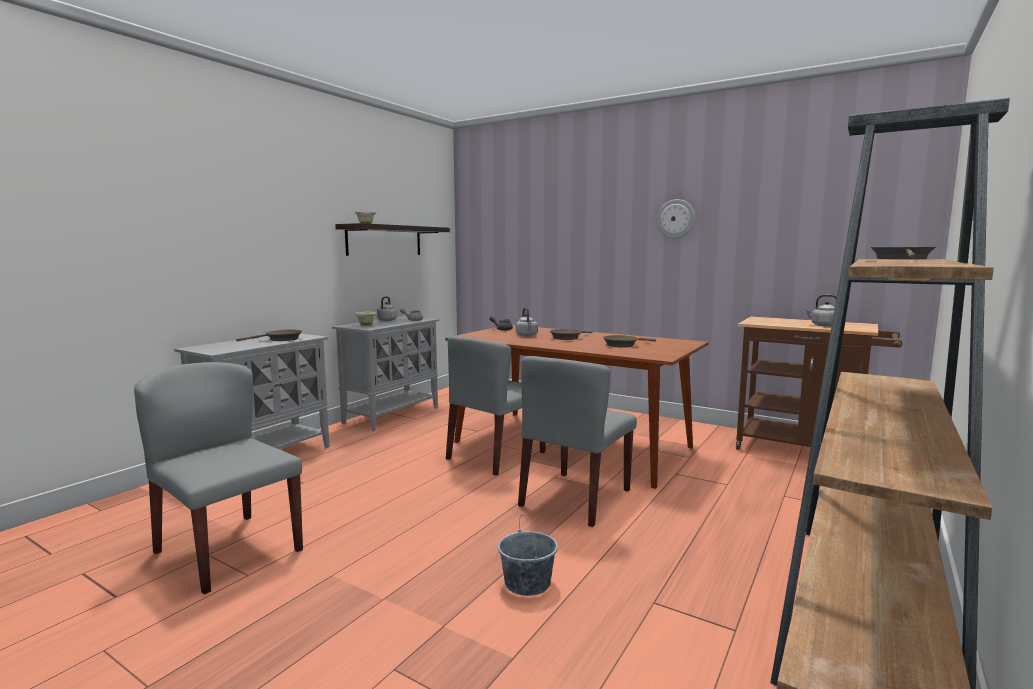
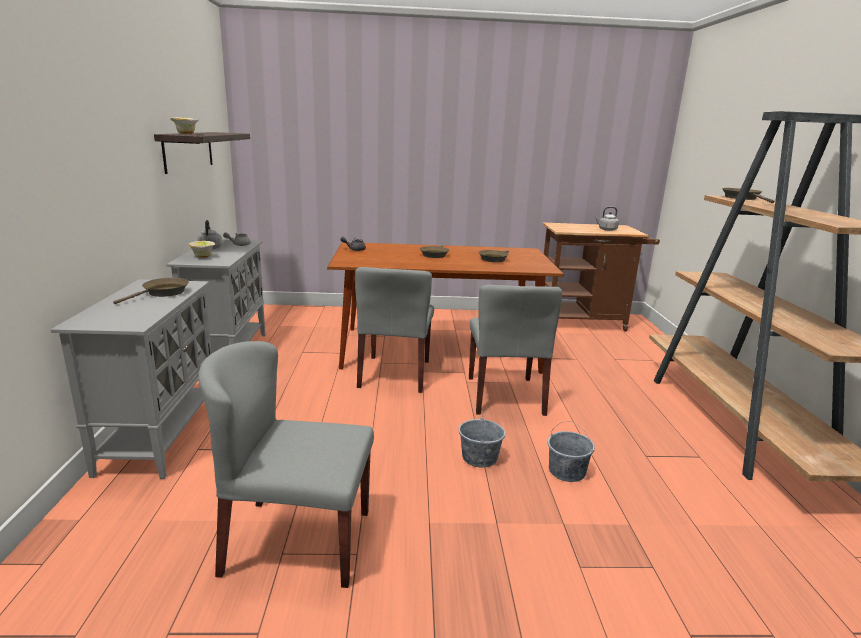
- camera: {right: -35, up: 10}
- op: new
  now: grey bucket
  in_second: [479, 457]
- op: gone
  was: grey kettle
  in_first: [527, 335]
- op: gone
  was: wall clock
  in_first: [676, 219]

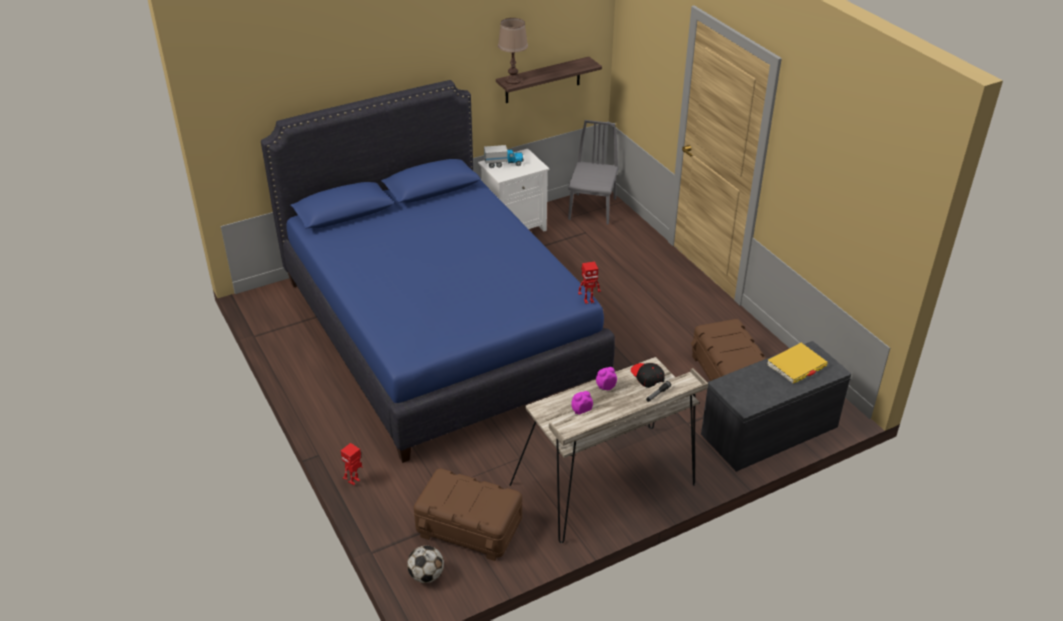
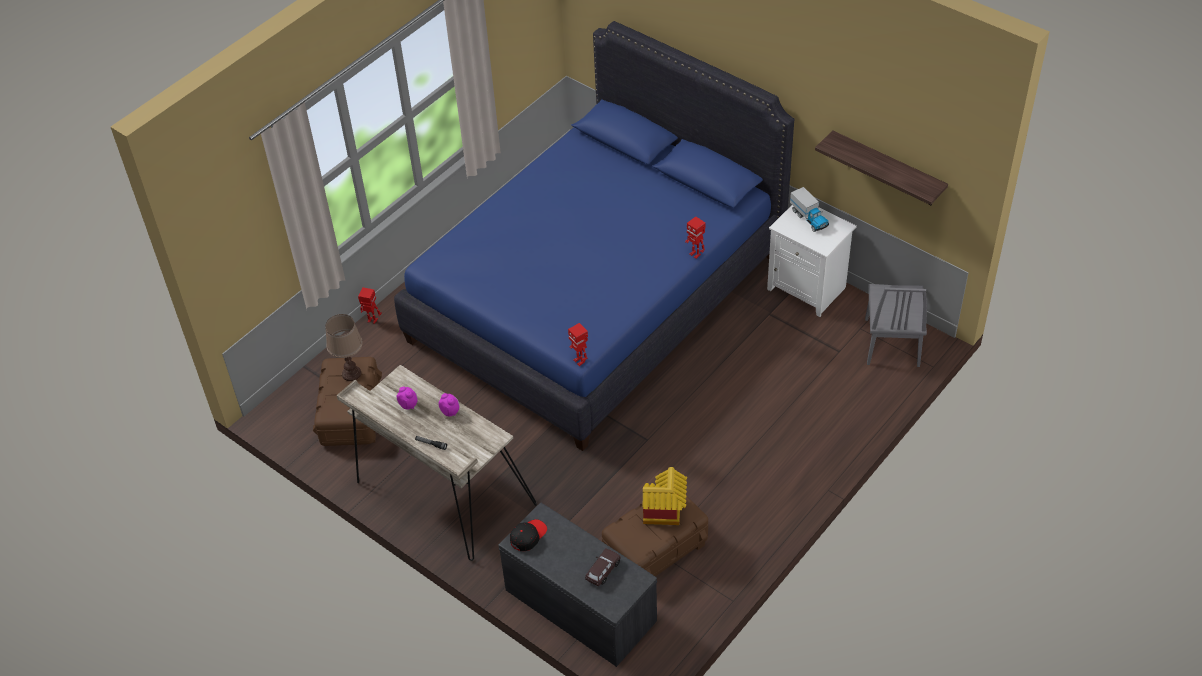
- camera: {right: 70, up: 10}
- op: shifted
  was: brown table lamp
  in_first: [513, 80]
  in_second: [352, 373]
- op: shifted
  was: black cap
  in_first: [647, 377]
  in_second: [528, 536]
- op: swapped
  was: yellow book
  now: brown toy car
  in_first: [796, 365]
  in_second: [603, 571]
- op: new
  now: toy house
  in_second: [665, 514]
- op: new
  now: toy robot
  in_second: [695, 254]
- op: rotated
  was: grey chair
  in_first: [592, 209]
  in_second: [892, 342]
  clockwise: 105
- op: gone
  was: football
  in_first: [426, 575]

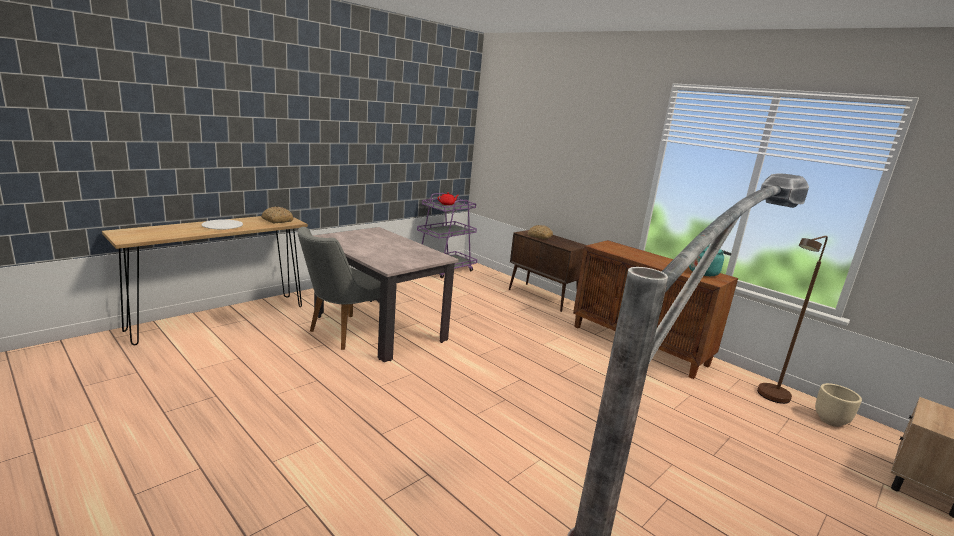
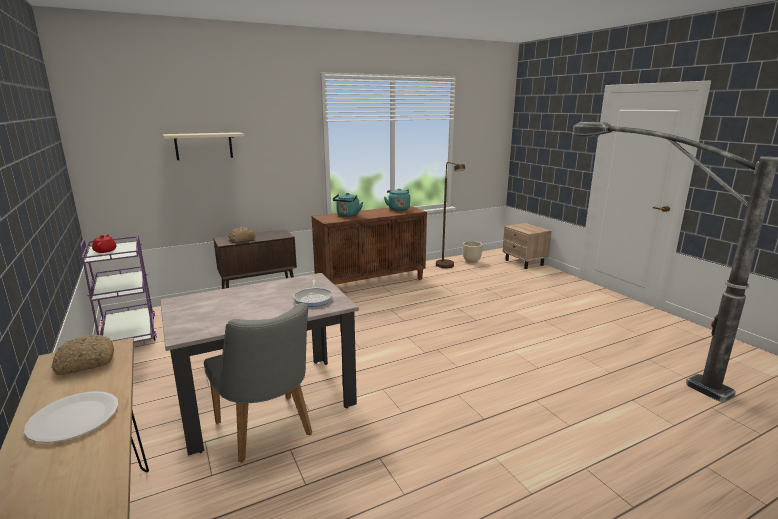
- camera: {right: -70, up: 0}
- op: new
  now: beige shelf
  in_second: [204, 146]
- op: new
  now: frying pan
  in_second: [313, 299]
- op: new
  now: turquoise kettle
  in_second: [347, 215]

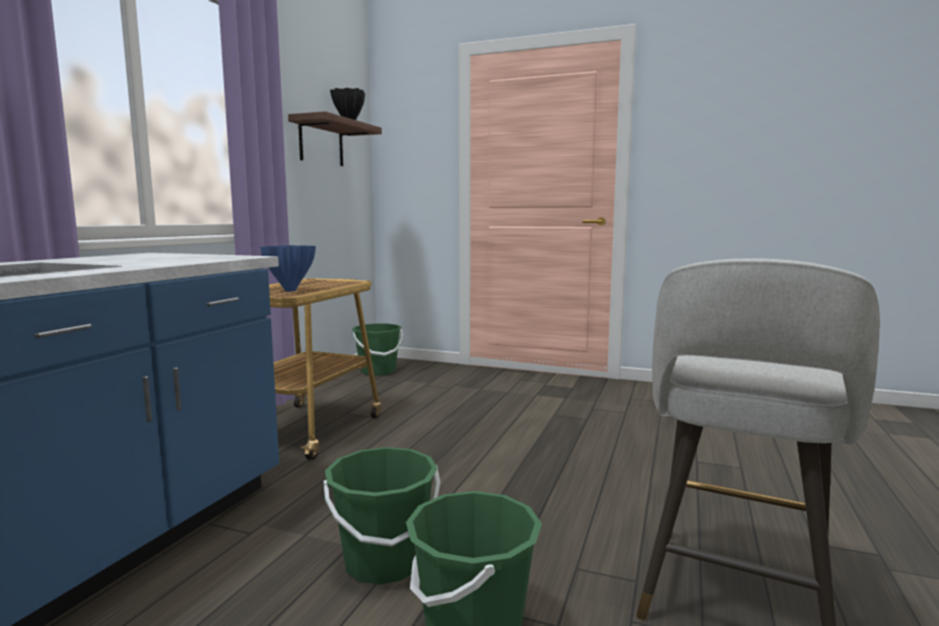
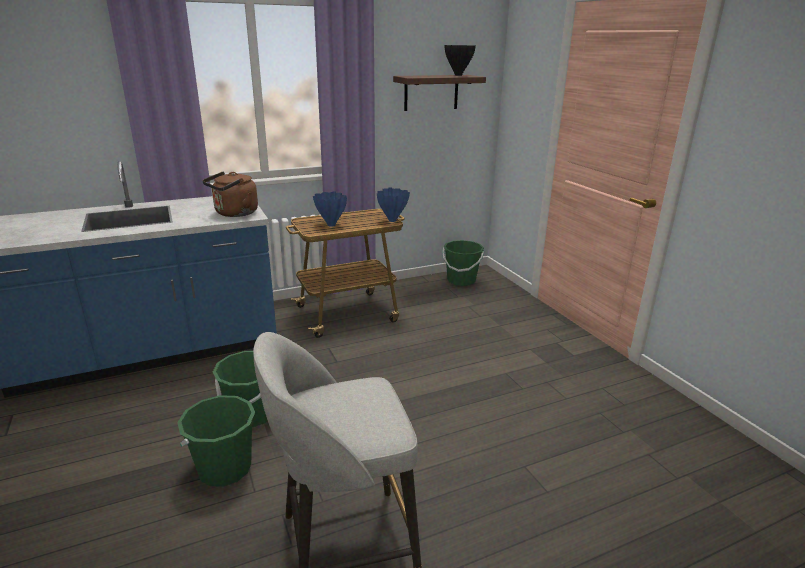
- camera: {right: 45, up: 15}
- op: new
  now: brown kettle
  in_second: [234, 214]
- op: new
  now: blue vase
  in_second: [392, 221]

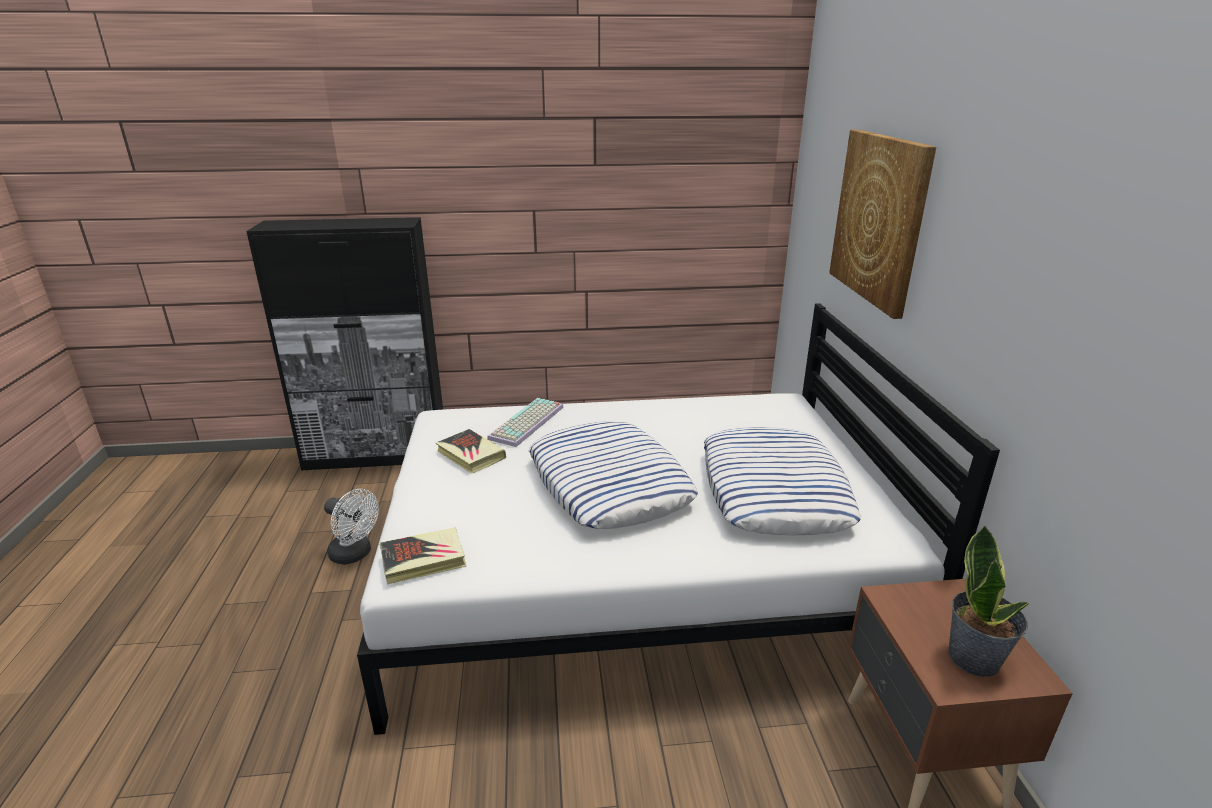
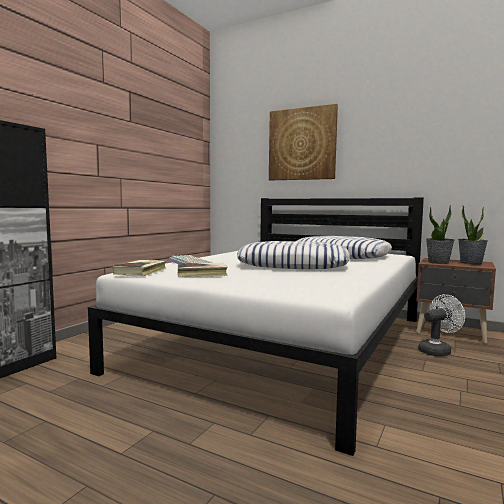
- camera: {right: -55, up: -20}
- op: shifted
  was: book
  in_first: [423, 560]
  in_second: [141, 272]
- op: shifted
  was: white fan
  in_first: [355, 554]
  in_second: [437, 350]
- op: new
  now: potted plant
  in_second: [438, 262]

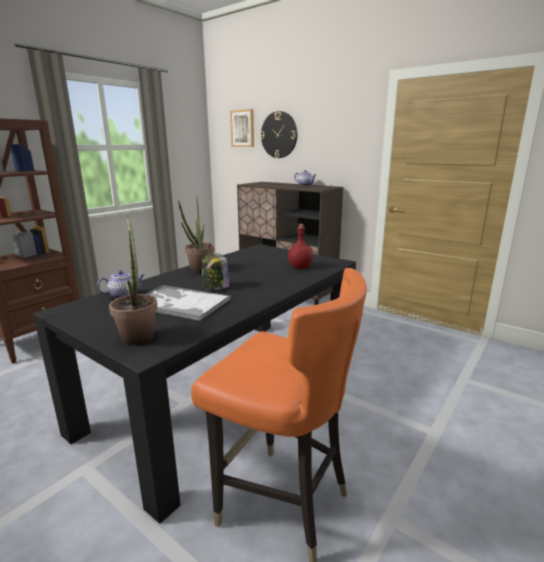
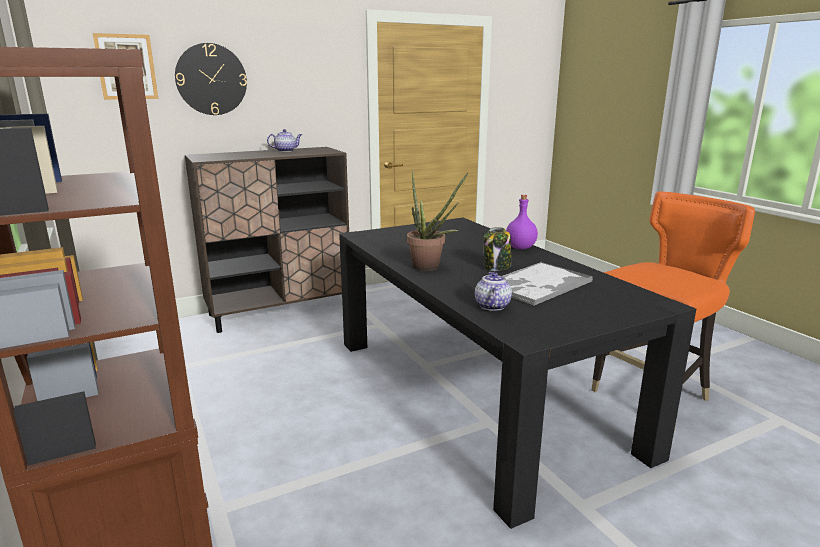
- camera: {right: -65, up: 0}
- op: new
  now: purple bottle
  in_second: [520, 247]
- op: gone
  was: potted plant
  in_first: [138, 334]
- op: gone
  was: red bottle
  in_first: [300, 267]

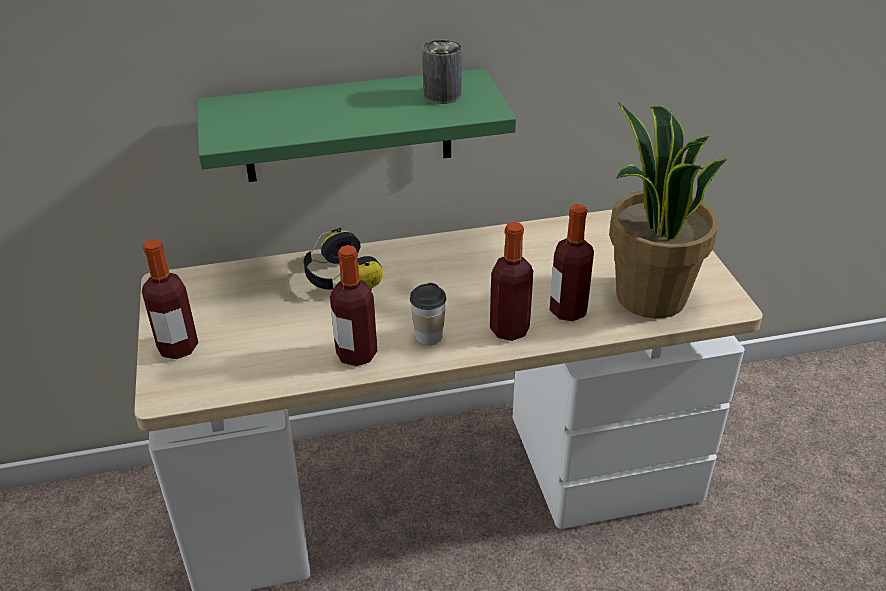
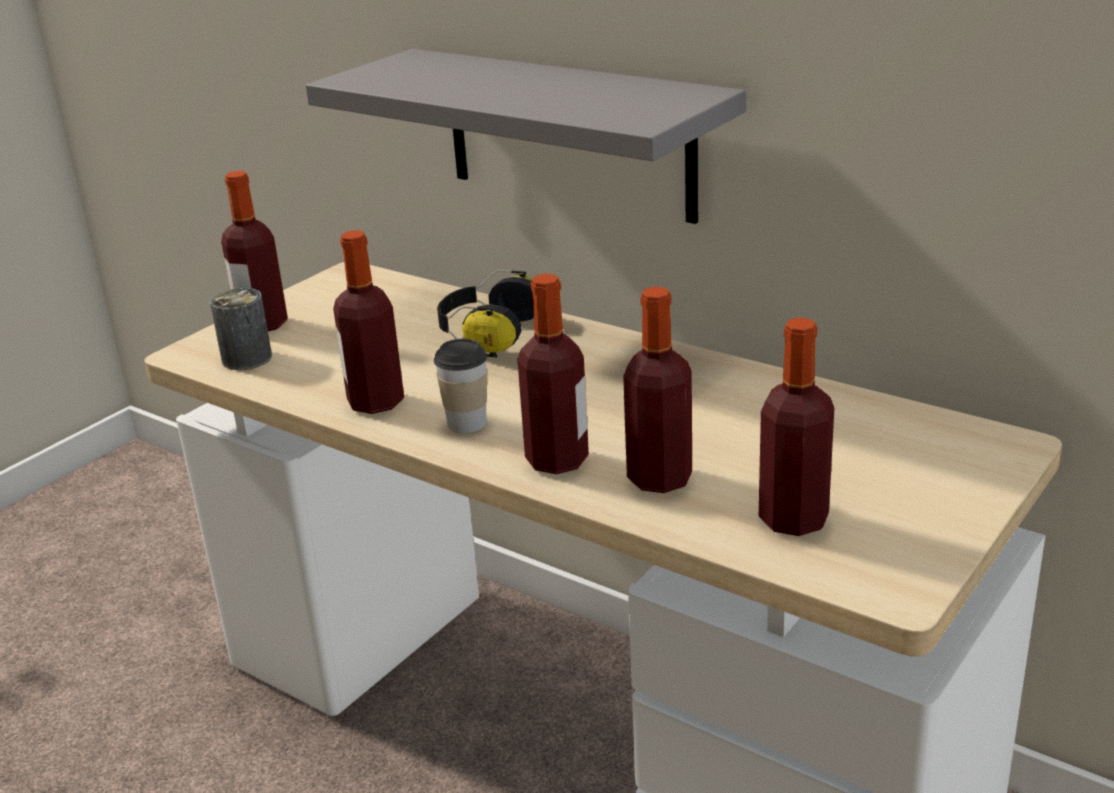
- camera: {right: 50, up: -10}
- op: shifted
  was: can
  in_first: [442, 95]
  in_second: [247, 358]
- op: repainted
  was: green shelf
  now: grey shelf
  in_first: [348, 126]
  in_second: [568, 134]
- op: swapped
  was: potted plant
  now: bottle
  in_first: [649, 297]
  in_second: [793, 519]

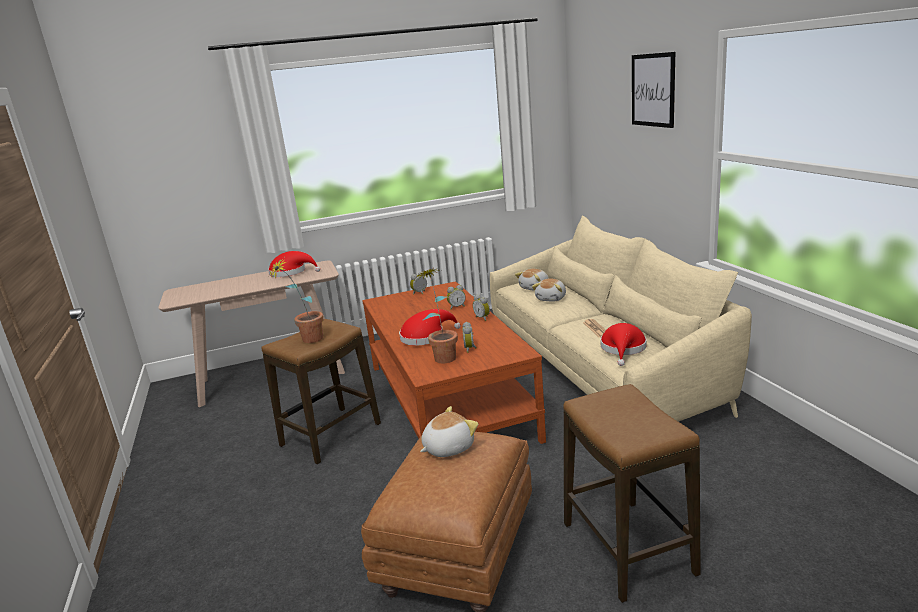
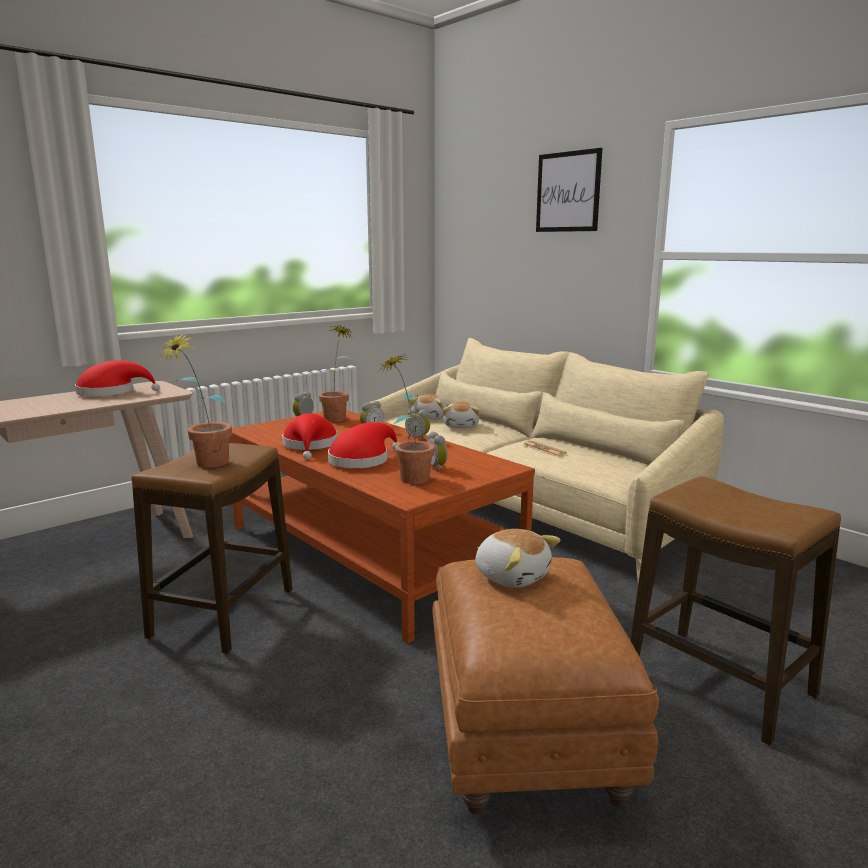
- camera: {right: -25, up: -5}
- op: shifted
  was: red hat
  in_first: [623, 349]
  in_second: [310, 445]
- op: new
  now: potted plant
  in_second: [338, 417]
- op: rotated
  was: plush toy
  in_first: [447, 447]
  in_second: [512, 576]
  clockwise: 105

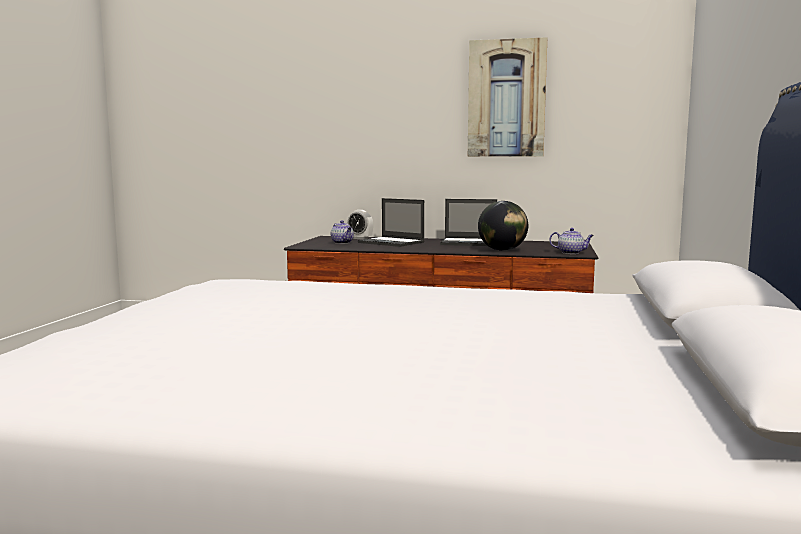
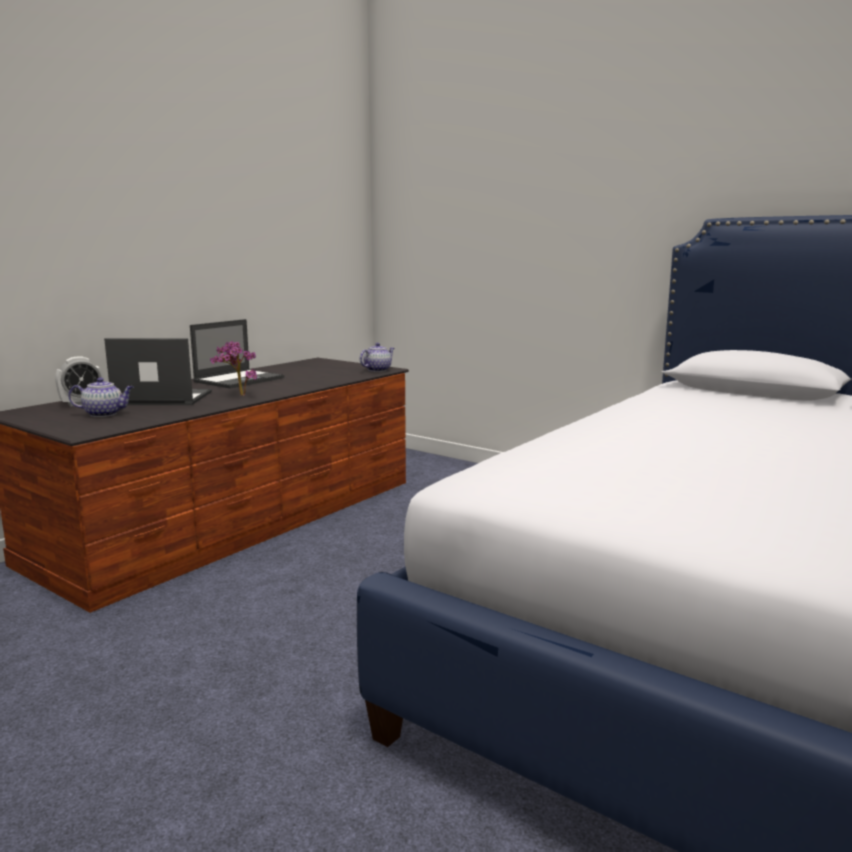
- camera: {right: -65, up: 5}
- op: rotated
  was: laptop
  in_first: [392, 242]
  in_second: [161, 398]
  clockwise: -150
- op: new
  now: potted plant
  in_second: [238, 395]
- op: gone
  was: picture
  in_first: [506, 99]
- op: gone
  was: globe
  in_first: [502, 250]

